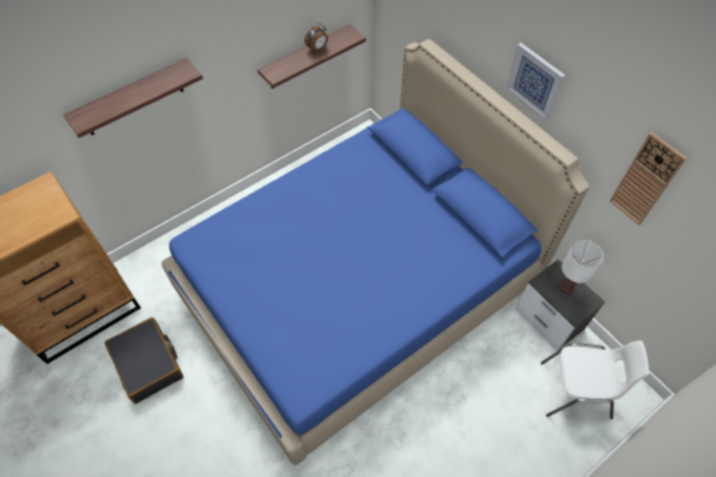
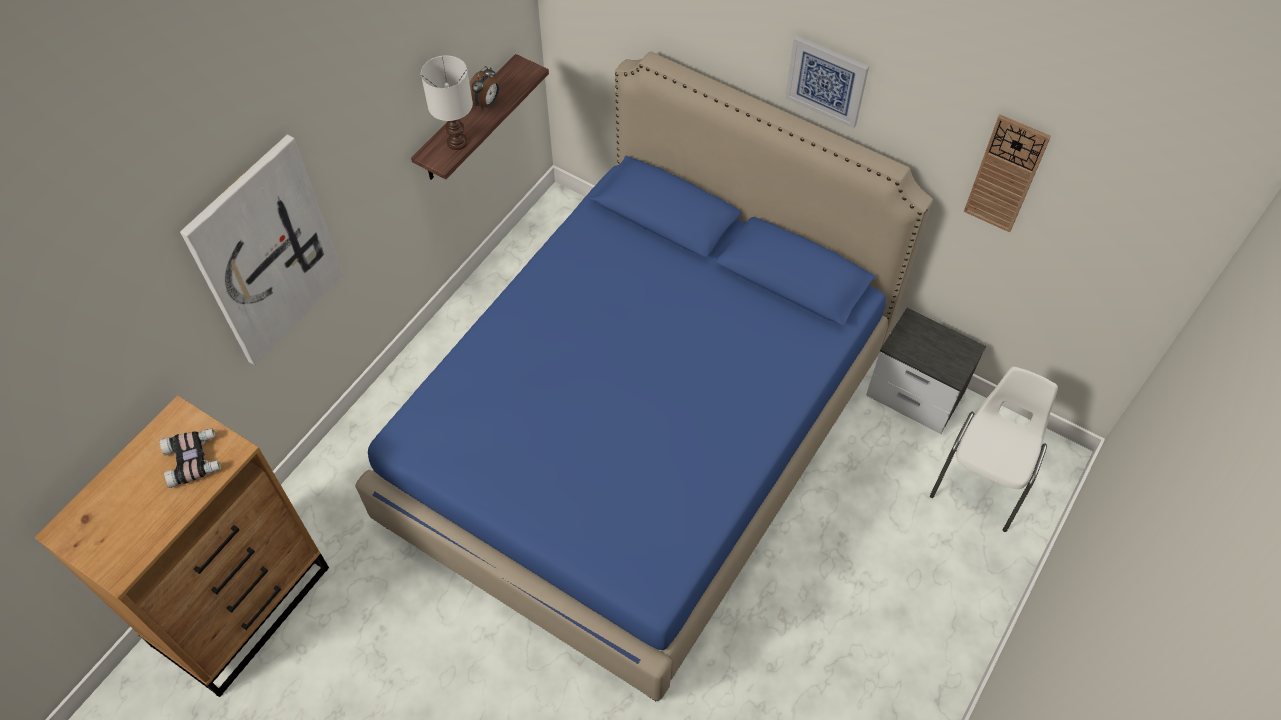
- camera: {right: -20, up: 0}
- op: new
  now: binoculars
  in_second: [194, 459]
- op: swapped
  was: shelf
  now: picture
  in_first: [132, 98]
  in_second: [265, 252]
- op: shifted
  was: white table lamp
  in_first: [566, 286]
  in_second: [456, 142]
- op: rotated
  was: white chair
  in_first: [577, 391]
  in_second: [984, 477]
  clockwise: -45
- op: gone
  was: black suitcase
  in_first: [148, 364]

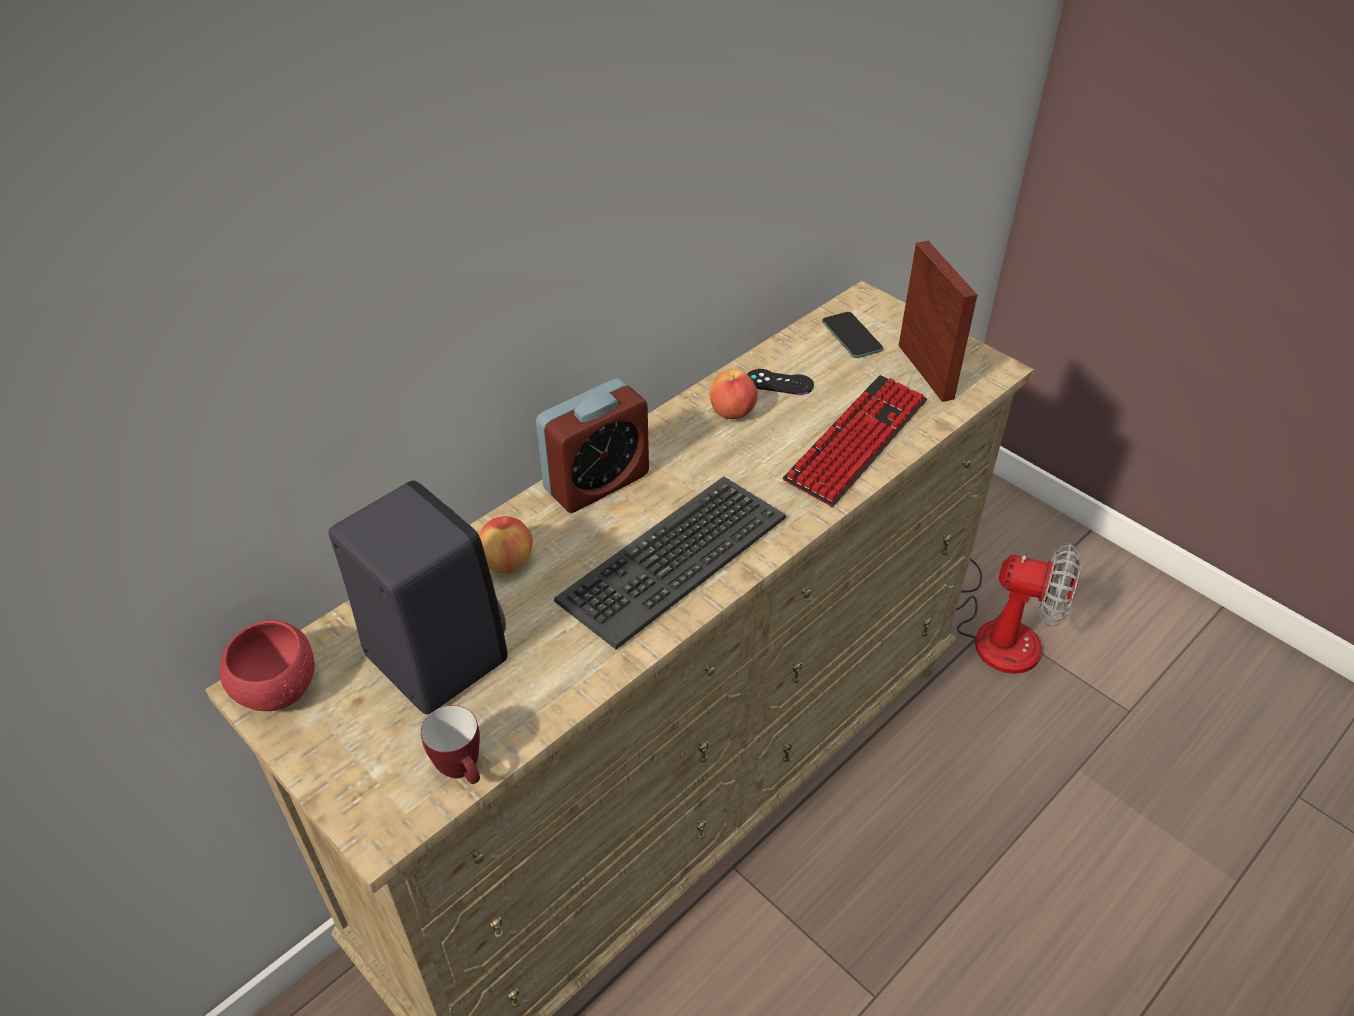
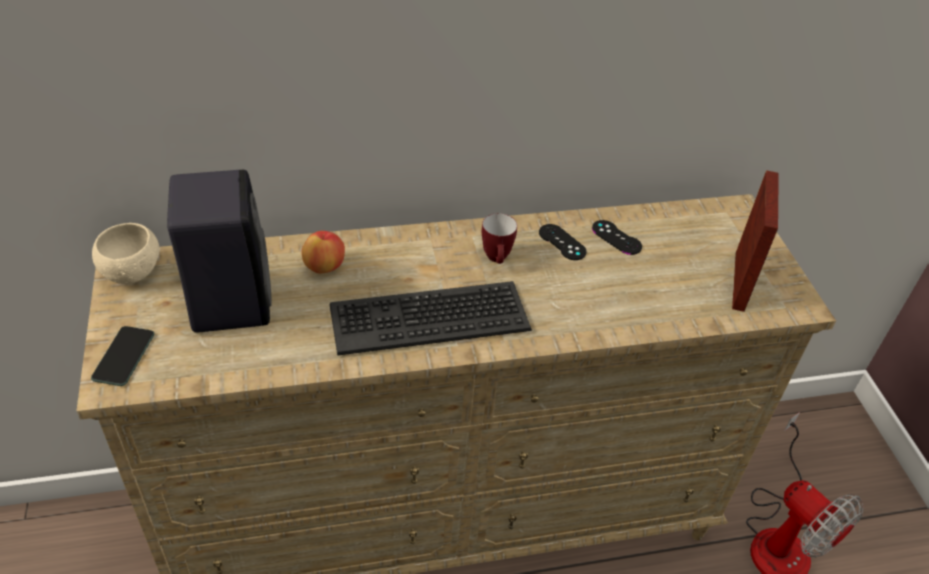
- camera: {right: 30, up: 0}
- op: shifted
  was: phone
  in_first: [852, 336]
  in_second: [124, 356]
- op: repainted
  was: red bowl
  now: beige bowl
  in_first: [277, 689]
  in_second: [131, 272]
- op: shifted
  was: mug
  in_first: [463, 772]
  in_second: [497, 260]
- op: swapped
  was: apple
  now: black game controller
  in_first: [732, 412]
  in_second: [562, 242]
- op: gone
  was: alarm clock
  in_first: [596, 482]
- op: gone
  was: keyboard
  in_first: [857, 441]

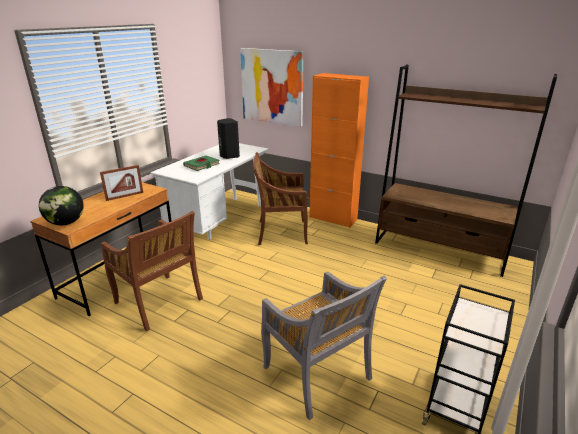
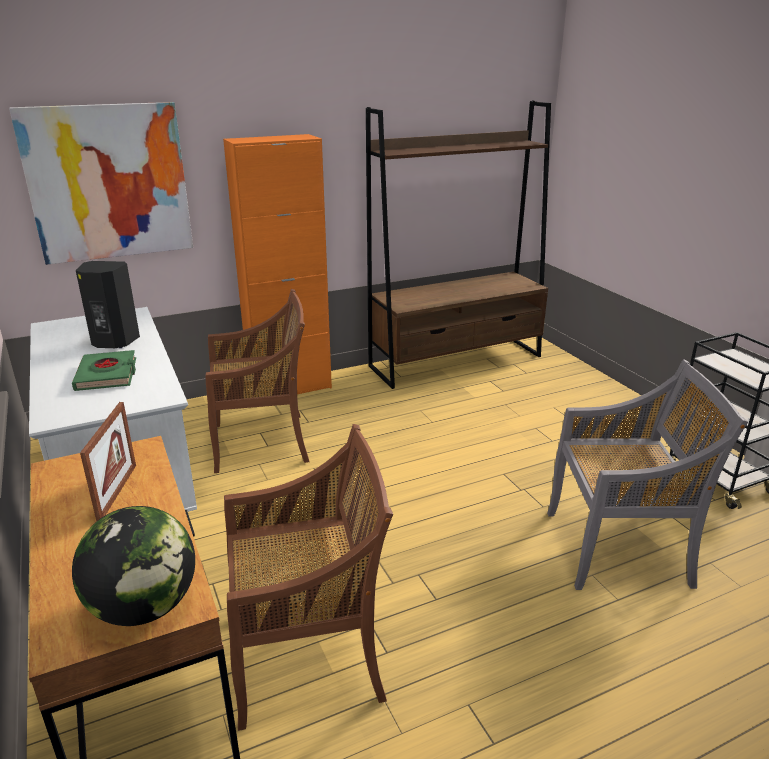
- camera: {right: -55, up: 0}
- op: rotated
  was: brown chair
  in_first: [281, 232]
  in_second: [262, 442]
  clockwise: -135

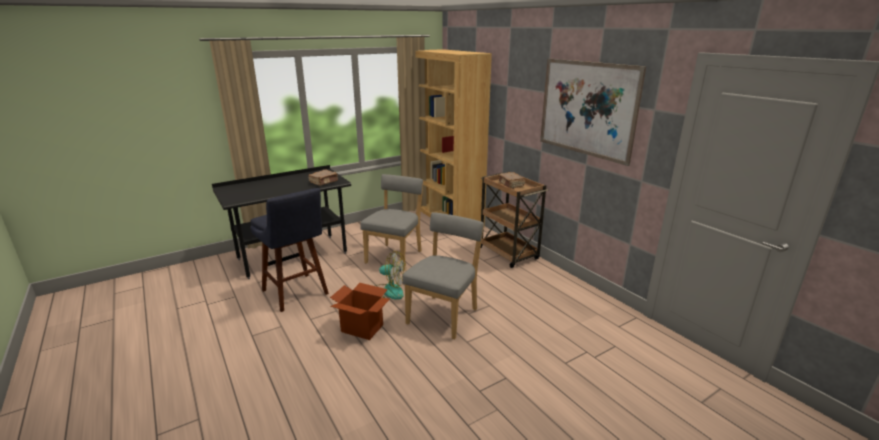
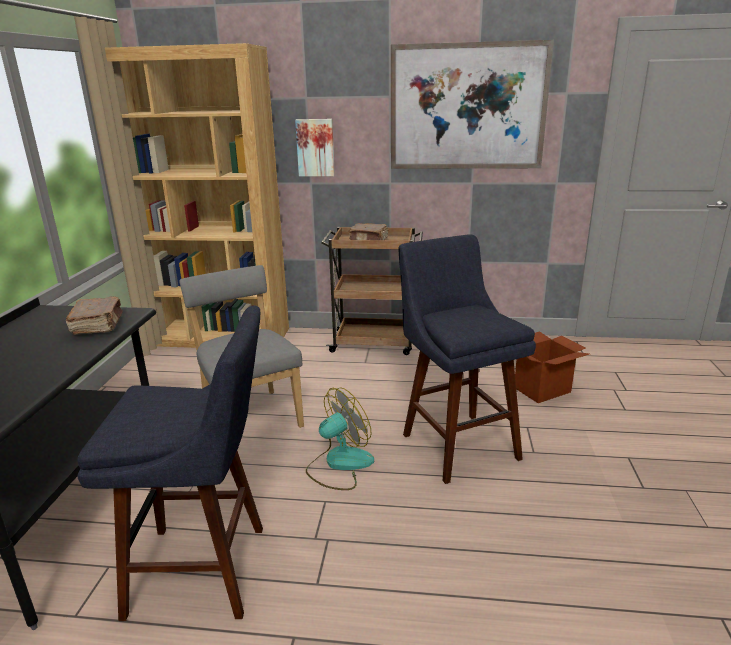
- camera: {right: -50, up: 0}
- op: new
  now: picture
  in_second: [315, 147]
- op: swapped
  was: grey chair
  now: blue stool
  in_first: [444, 315]
  in_second: [456, 442]
- op: shifted
  was: cardboard box
  in_first: [362, 328]
  in_second: [542, 389]

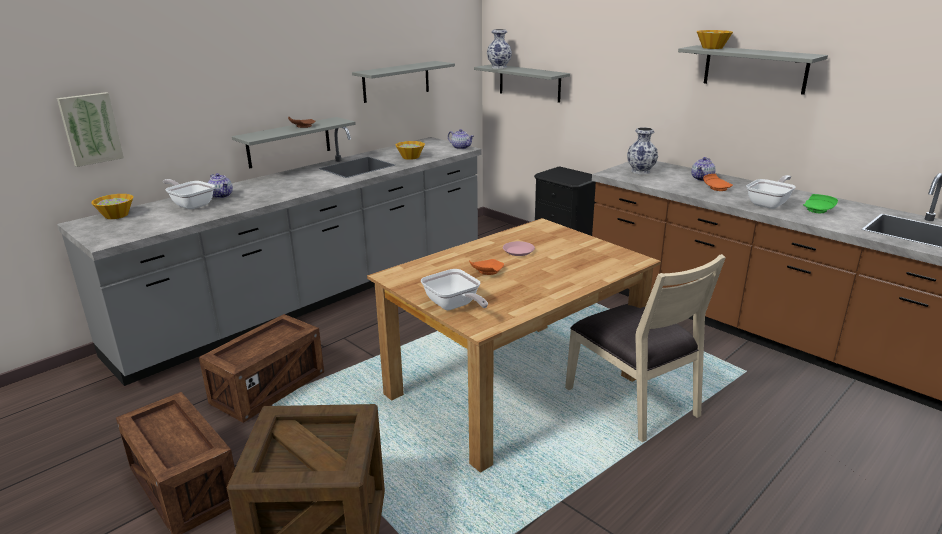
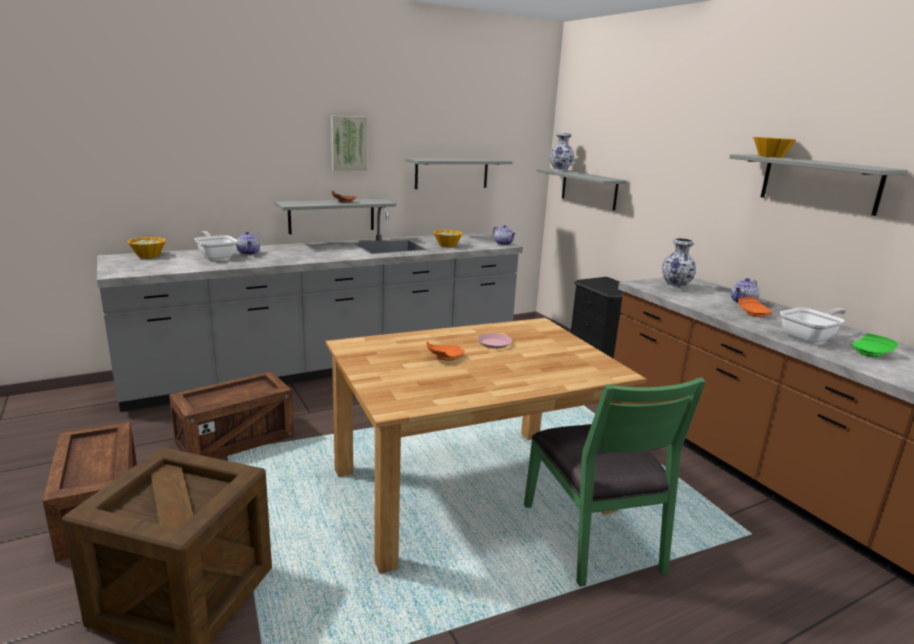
- camera: {right: 15, up: -5}
- op: shifted
  was: picture
  in_first: [90, 128]
  in_second: [348, 143]
- op: repainted
  was: beige chair
  now: green chair
  in_first: [633, 401]
  in_second: [594, 537]
- op: gone
  was: frying pan
  in_first: [454, 306]

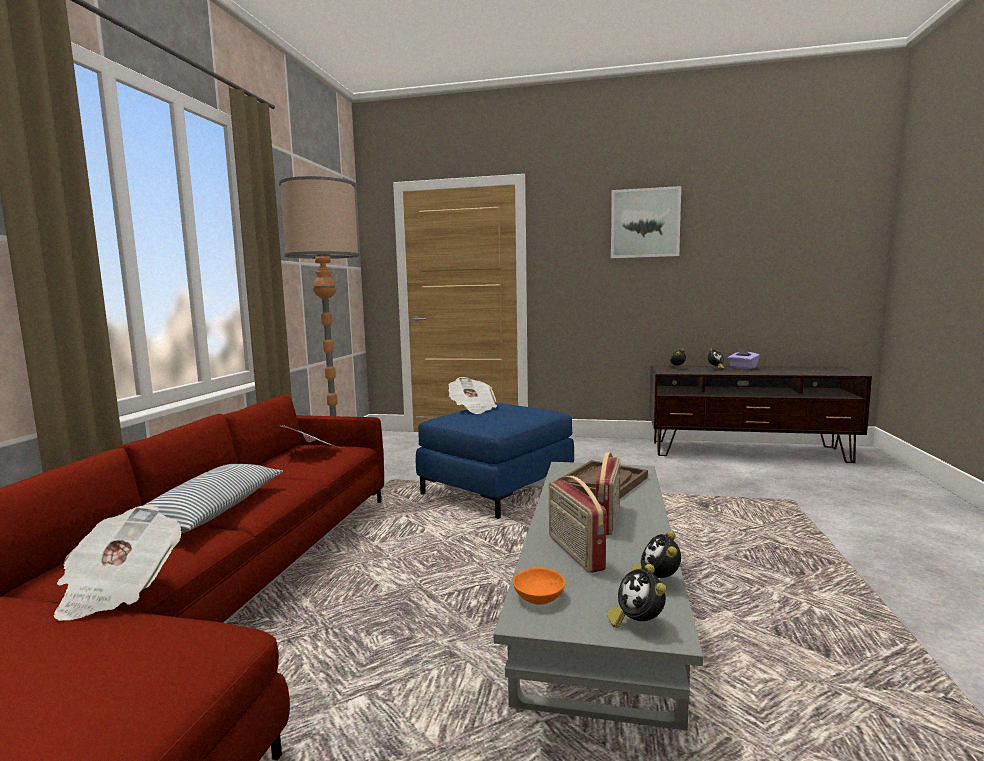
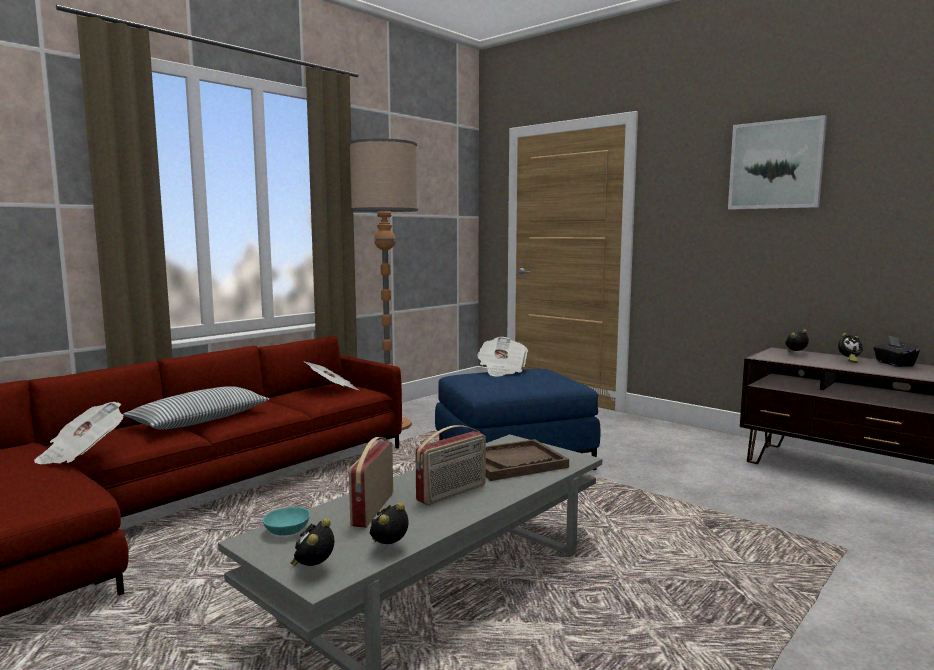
- camera: {right: 30, up: 0}
- op: repainted
  was: orange bowl
  now: turquoise bowl
  in_first: [537, 596]
  in_second: [286, 529]
- op: repainted
  was: purple tissue box
  now: black tissue box
  in_first: [742, 367]
  in_second: [894, 364]

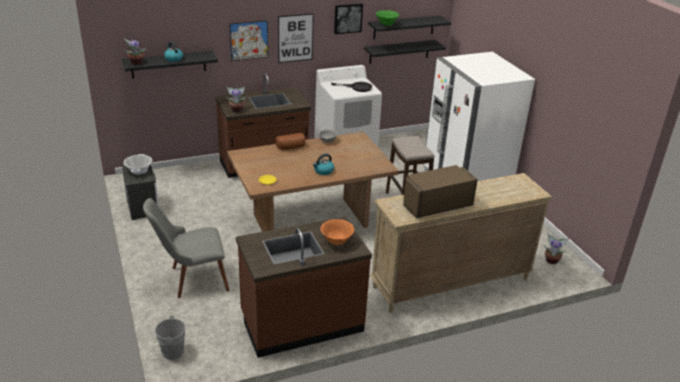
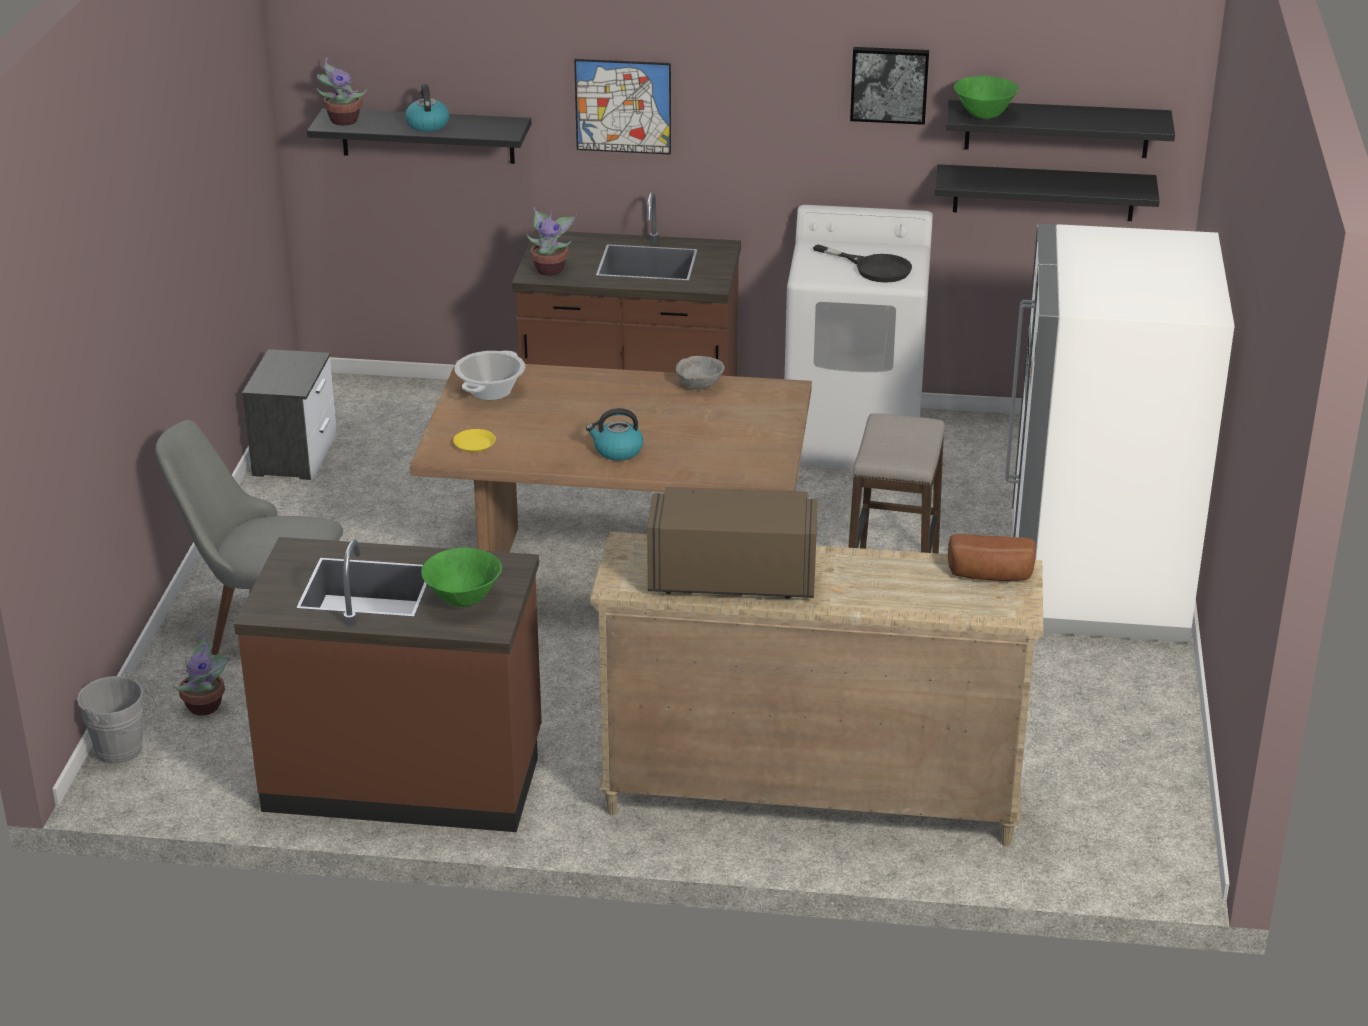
- camera: {right: 30, up: 0}
- op: shifted
  was: potted plant
  in_first: [552, 260]
  in_second: [206, 706]
- op: repainted
  was: orange bowl
  now: green bowl
  in_first: [336, 241]
  in_second: [463, 600]
- op: shifted
  was: cooking pot
  in_first: [139, 170]
  in_second: [490, 391]
- op: shifted
  was: bread
  in_first: [291, 147]
  in_second: [990, 576]
- op: gone
  was: picture
  in_first: [295, 38]

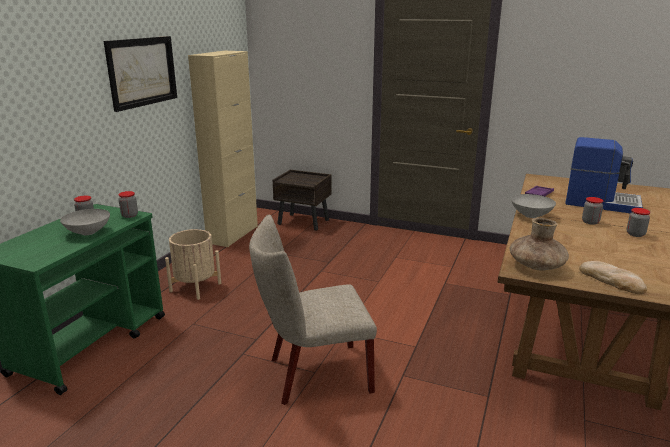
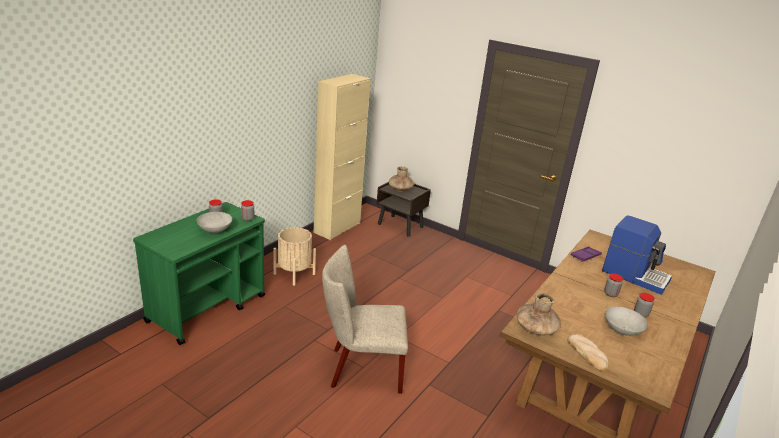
- camera: {right: 10, up: 5}
- op: new
  now: brown vase
  in_second: [400, 189]
- op: shifted
  was: grey bowl
  in_first: [530, 215]
  in_second: [621, 330]
- op: gone
  was: picture
  in_first: [142, 72]

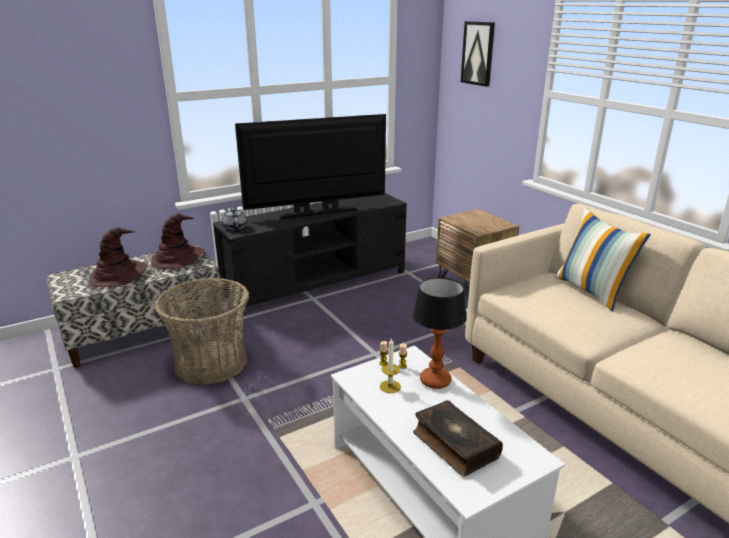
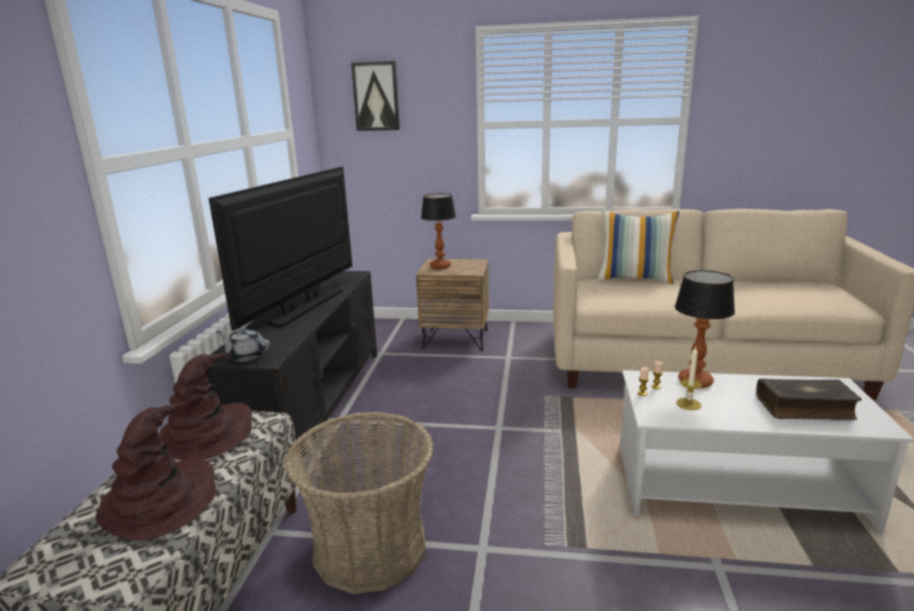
- camera: {right: -50, up: -5}
- op: new
  now: table lamp
  in_second: [440, 266]

